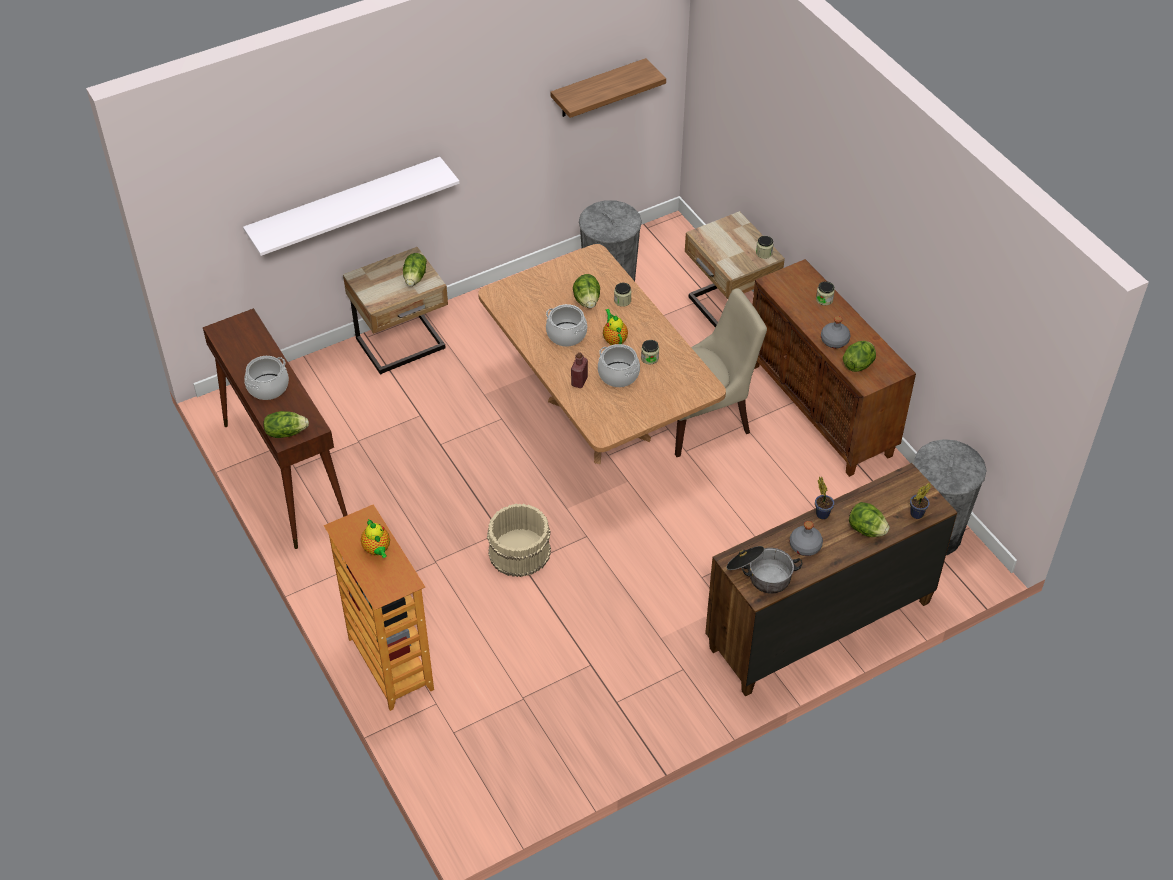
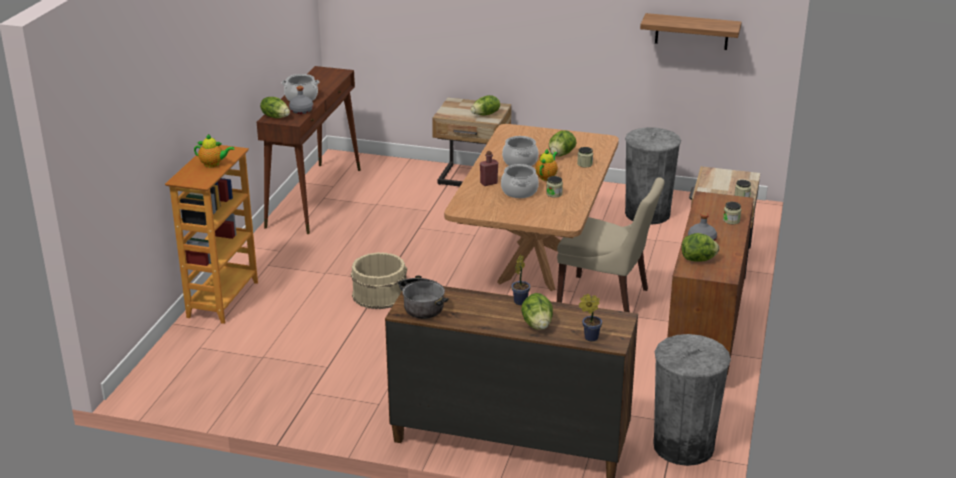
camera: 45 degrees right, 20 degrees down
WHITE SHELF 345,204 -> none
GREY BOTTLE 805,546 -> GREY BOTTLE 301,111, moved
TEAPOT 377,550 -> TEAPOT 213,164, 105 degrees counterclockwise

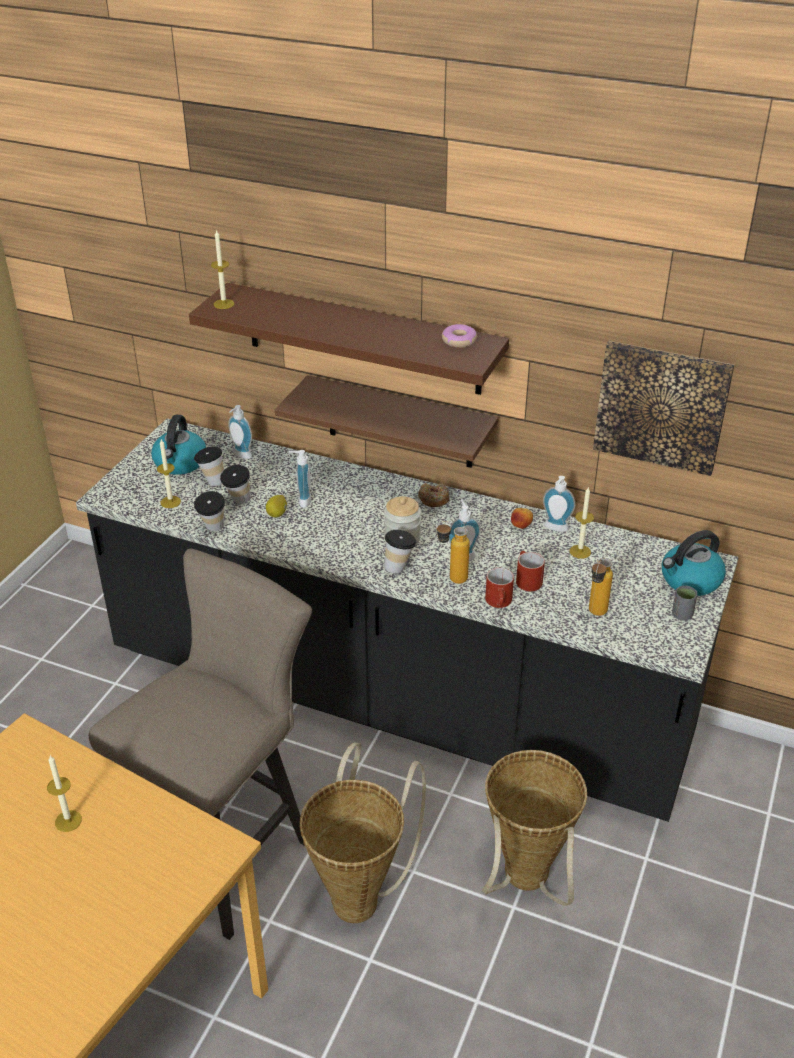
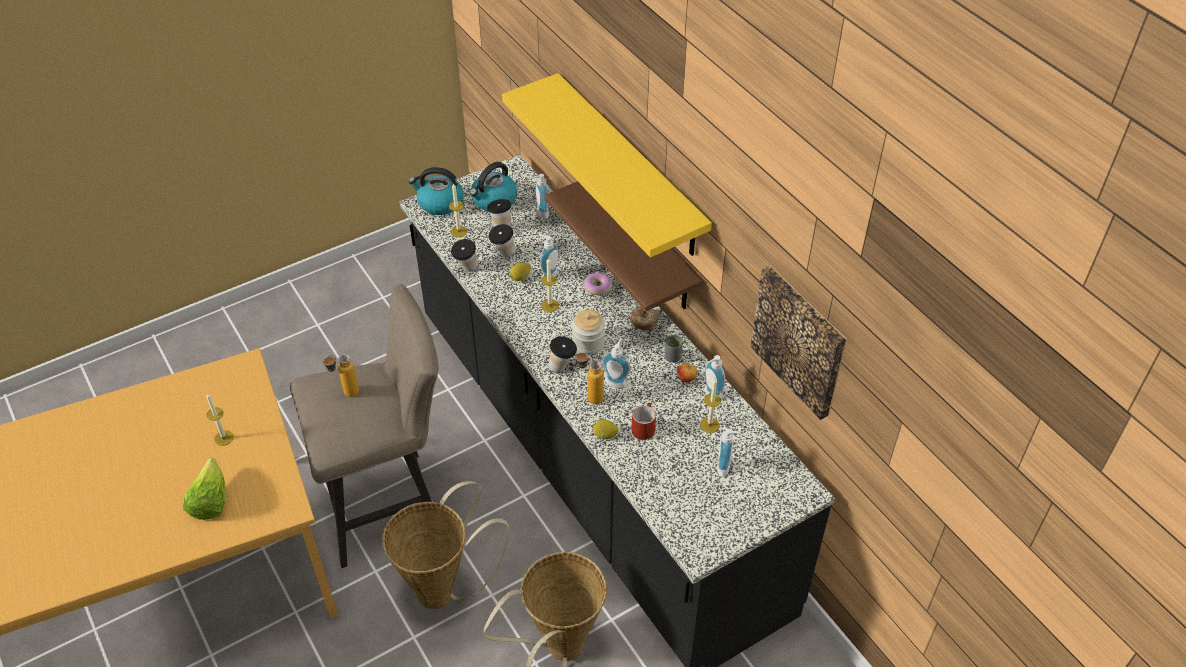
camera: 35 degrees right, 10 degrees up
none -> LETTUCE 210,501
none -> SOAP DISPENSER 726,467
CANDLE 224,304 -> CANDLE 550,305, moved
DONUT 459,341 -> DONUT 597,287, moved
BOTTLE 595,615 -> BOTTLE 345,394, moved
KETTLE 690,580 -> KETTLE 439,203, moved
GREY CUP 681,615 -> GREY CUP 672,357, moved
RED MUG 500,603 -> LEMON 605,435
BROWN SHELF 363,339 -> YELLOW SHELF 629,166

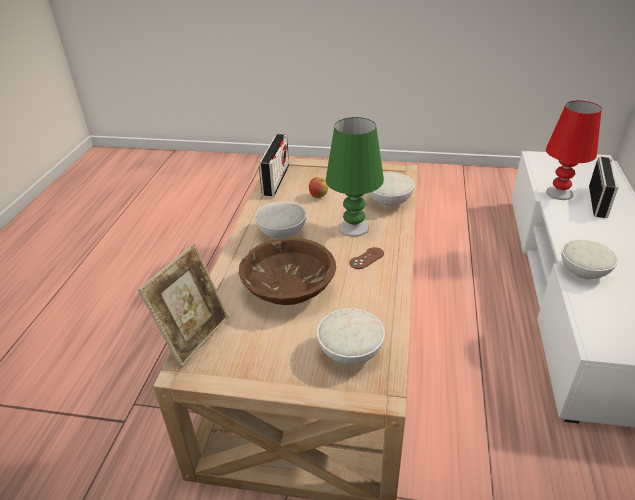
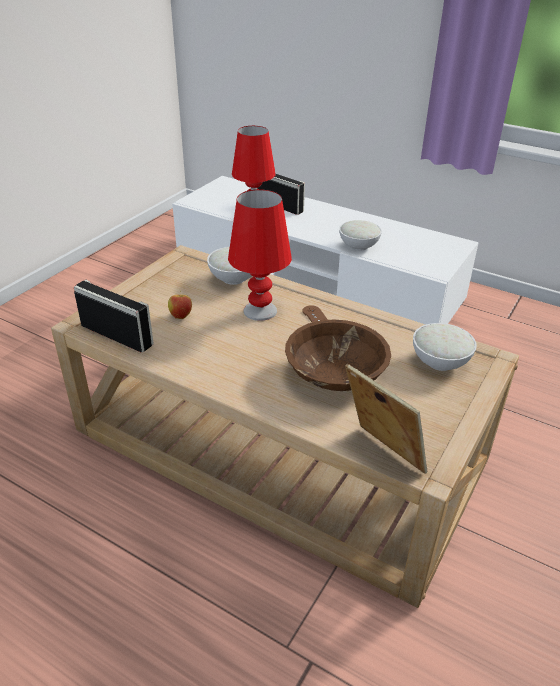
camera: 70 degrees left, 0 degrees up
WHITE BOWL 282,233 -> none
GREEN TABLE LAMP 353,227 -> RED TABLE LAMP 259,311

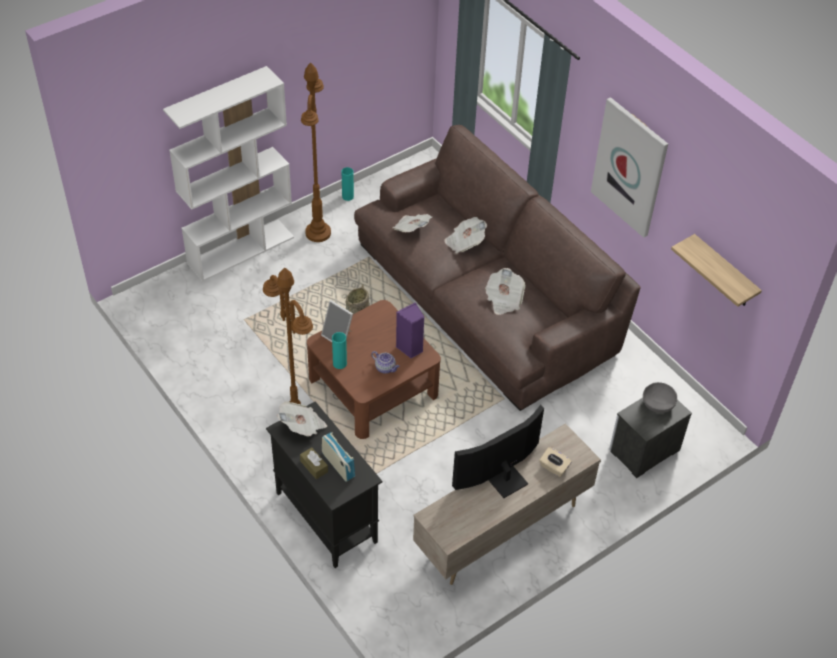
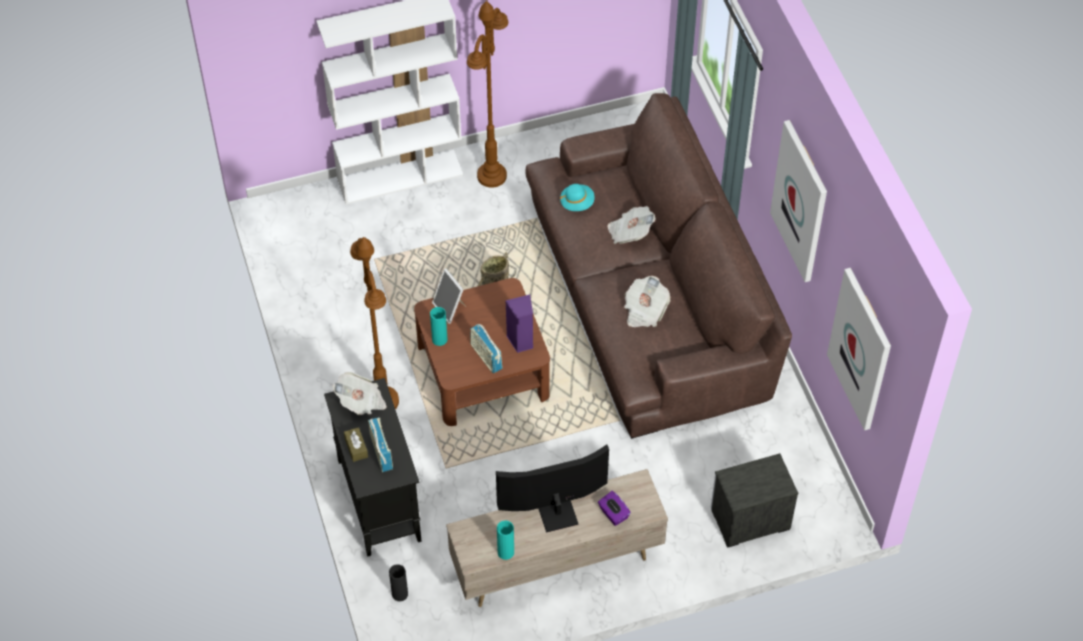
camera: 20 degrees right, 5 degrees up
GREY BOWL 657,404 -> none
none -> BLACK VASE 400,594
TURQUOISE VASE 347,196 -> TURQUOISE VASE 505,552, moved
TEAPOT 385,368 -> RADIO 486,357
NEWSPAPER 411,229 -> TURQUOISE HAT 577,203
SHELF 724,273 -> PICTURE 861,349
BEIGE TISSUE BOX 554,468 -> PURPLE TISSUE BOX 613,514

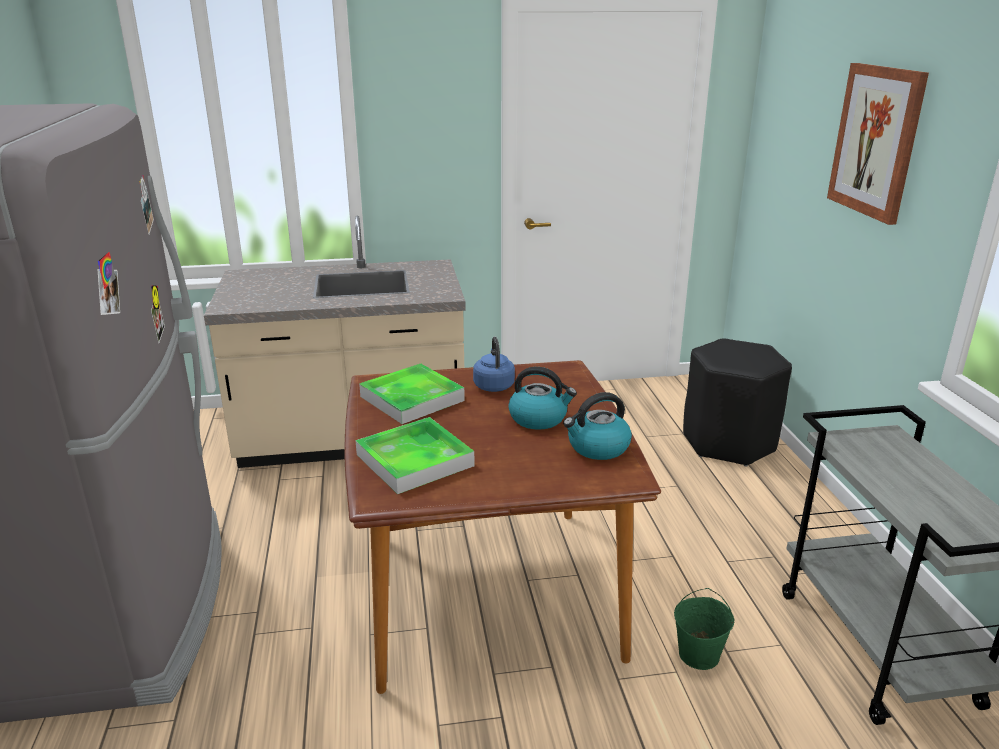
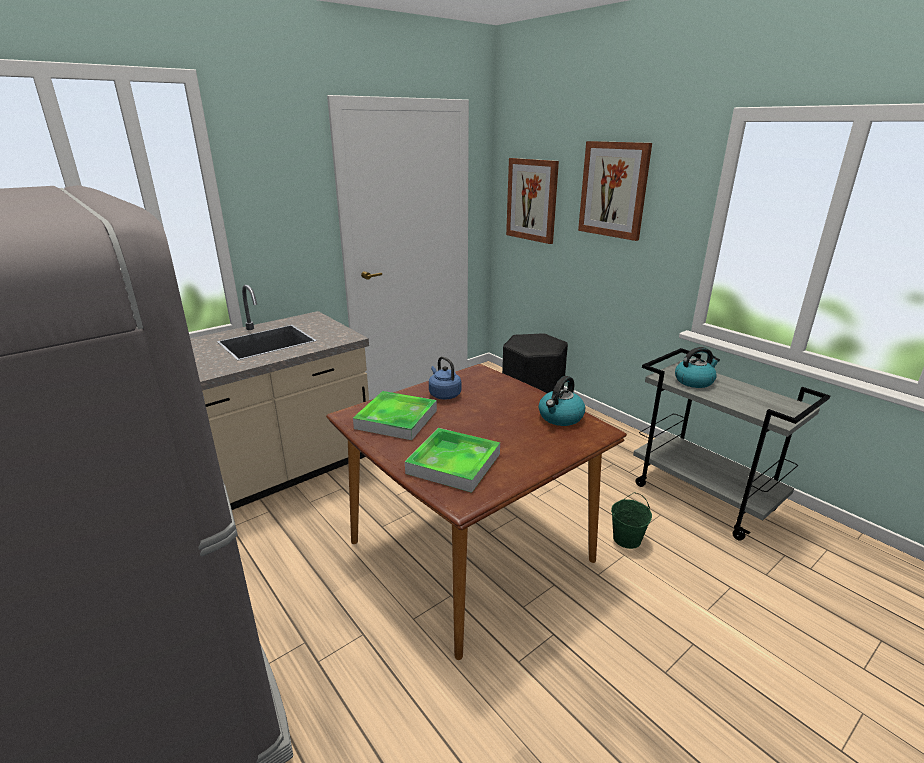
camera: 30 degrees left, 0 degrees up
none -> PICTURE 532,200
KETTLE 539,418 -> KETTLE 694,381, moved

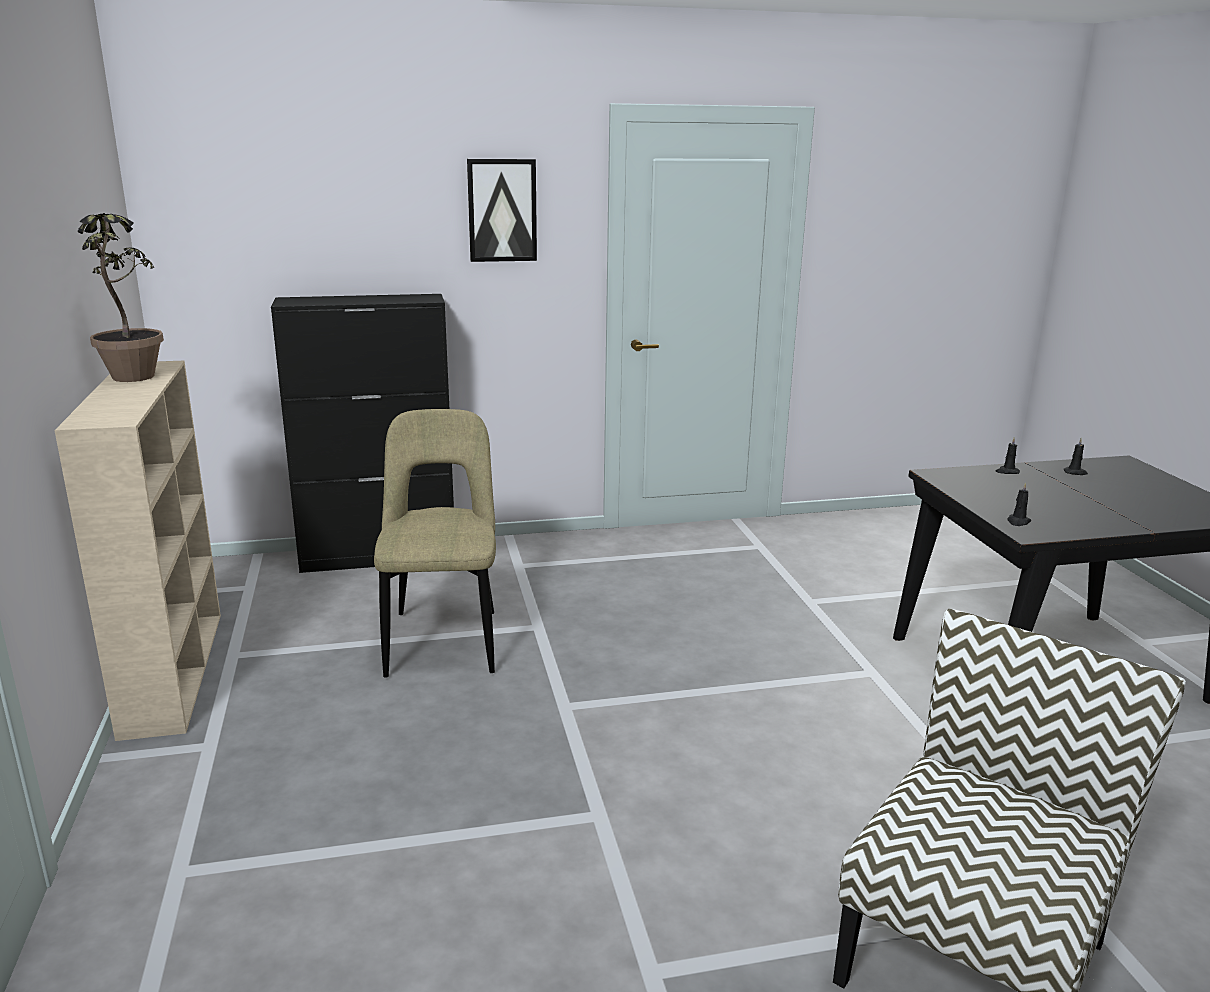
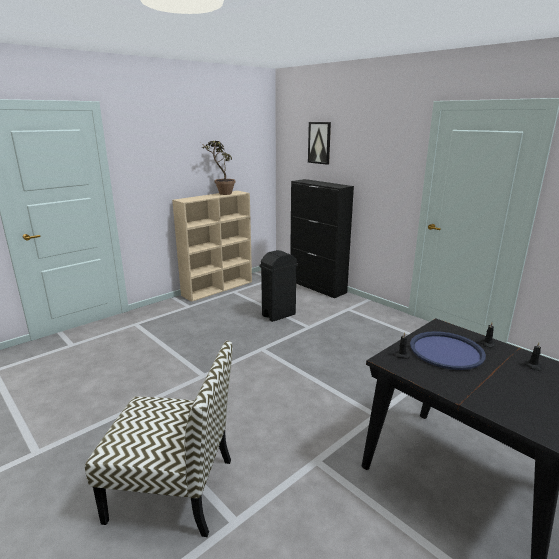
camera: 60 degrees right, 0 degrees up
none -> BLUE TRAY 446,351
PICTURE 502,210 -> PICTURE 319,143, moved
BEIGE CHAIR 444,639 -> BLACK TRASH CAN 279,315

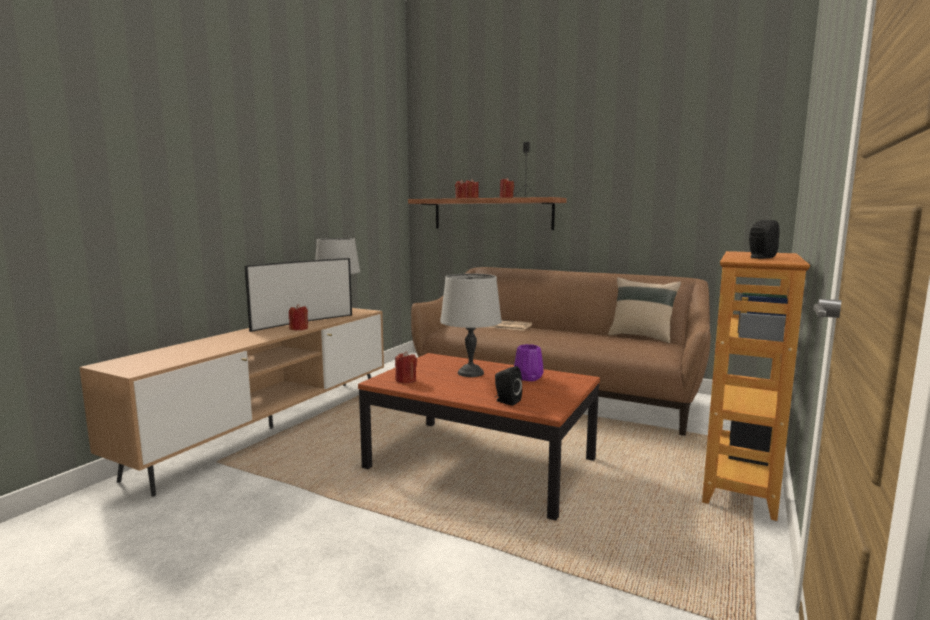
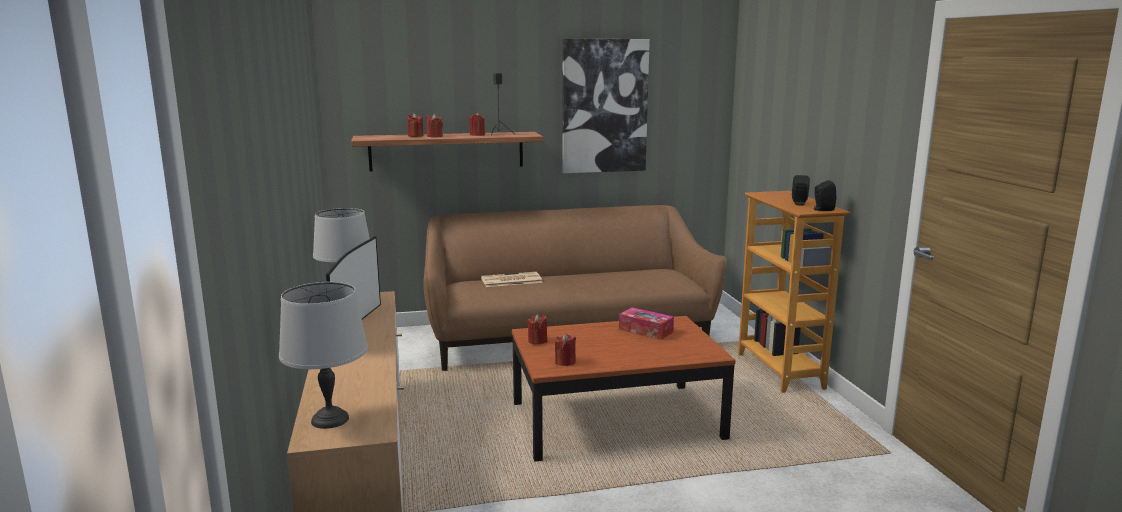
camera: 40 degrees left, 5 degrees up
BEIGE PILLOW 641,337 -> none
none -> PICTURE 604,106
RED CANDLE 299,329 -> RED CANDLE 537,341, moved
GREY TABLE LAMP 471,373 -> GREY TABLE LAMP 331,419, moved
BLACK SPEAKER 506,401 -> BLACK SPEAKER 822,209, moved
PURPLE VASE 529,378 -> TISSUE BOX 645,330

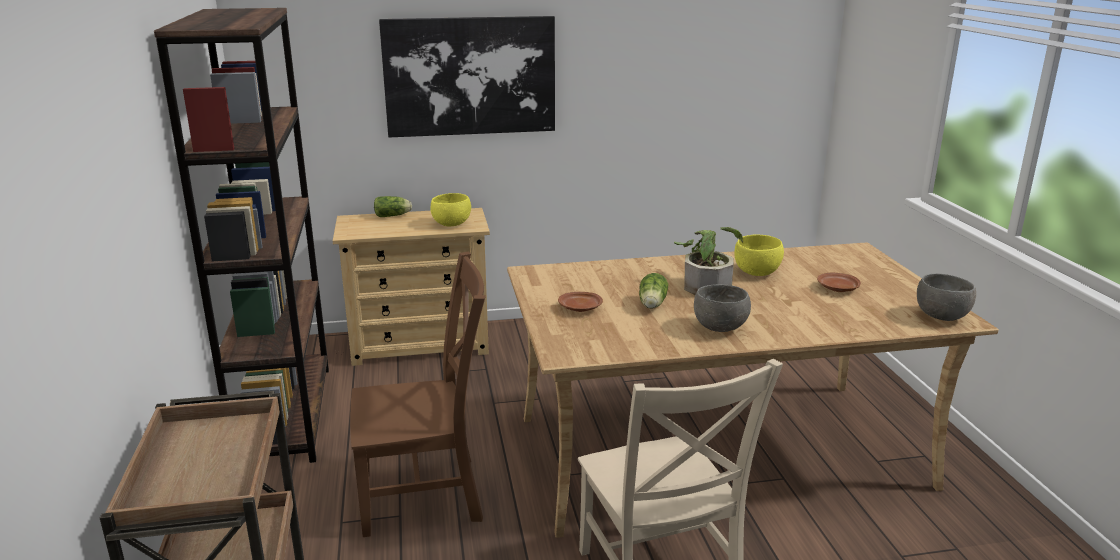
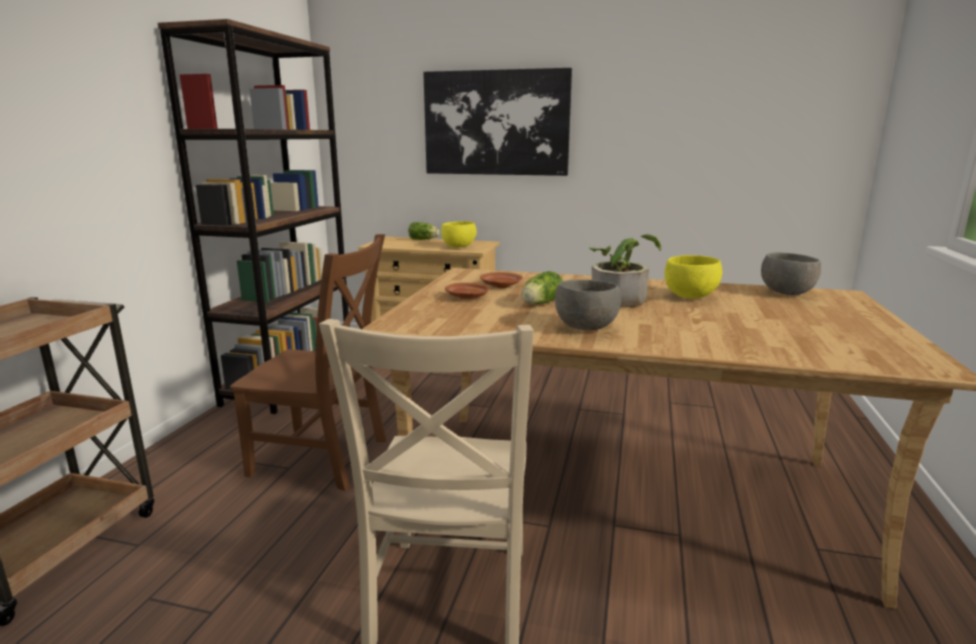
camera: 25 degrees right, 5 degrees down
BROWN PLATE 837,289 -> BROWN PLATE 500,286, moved
GREY BOWL 942,317 -> GREY BOWL 787,293, moved

